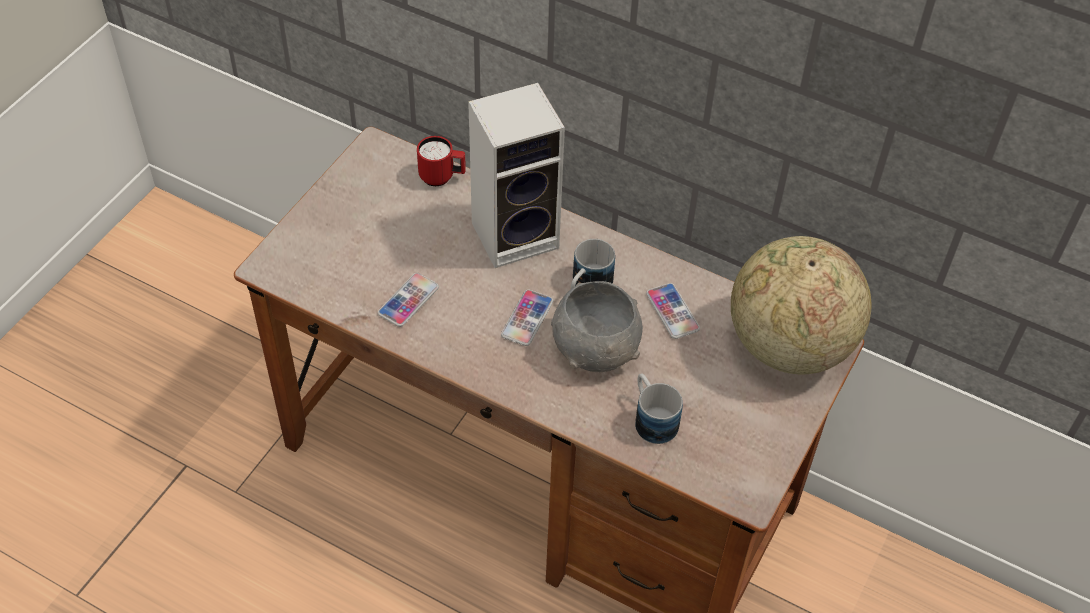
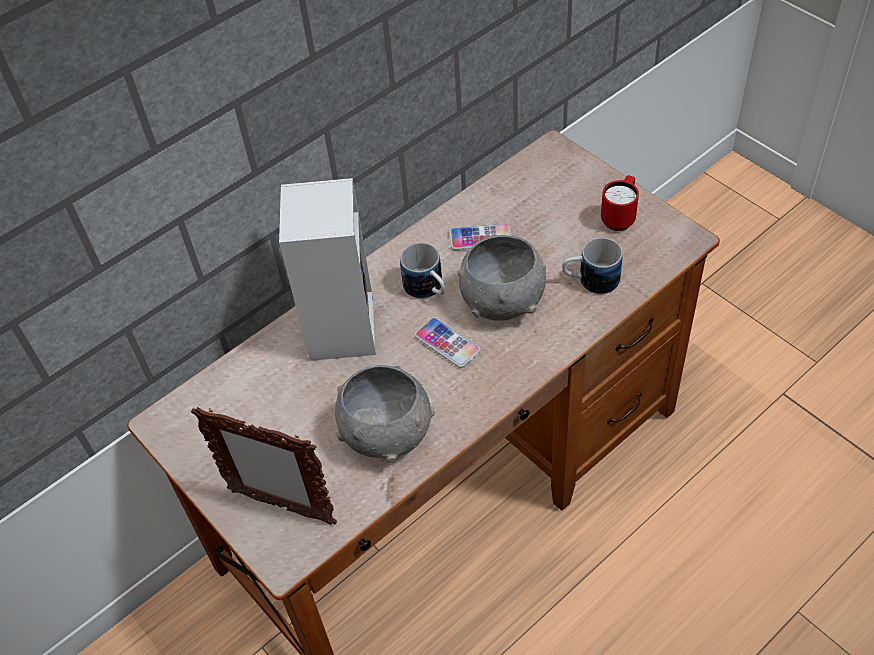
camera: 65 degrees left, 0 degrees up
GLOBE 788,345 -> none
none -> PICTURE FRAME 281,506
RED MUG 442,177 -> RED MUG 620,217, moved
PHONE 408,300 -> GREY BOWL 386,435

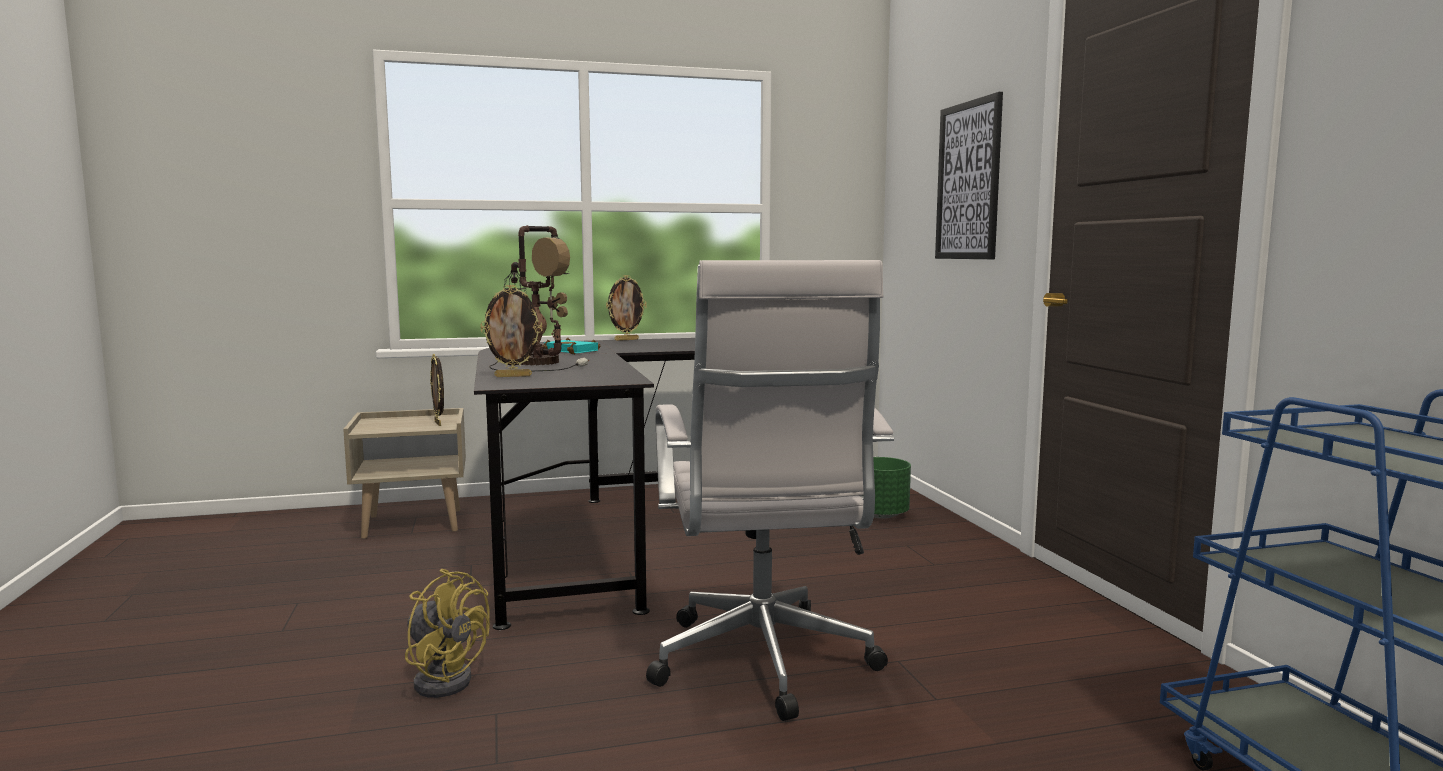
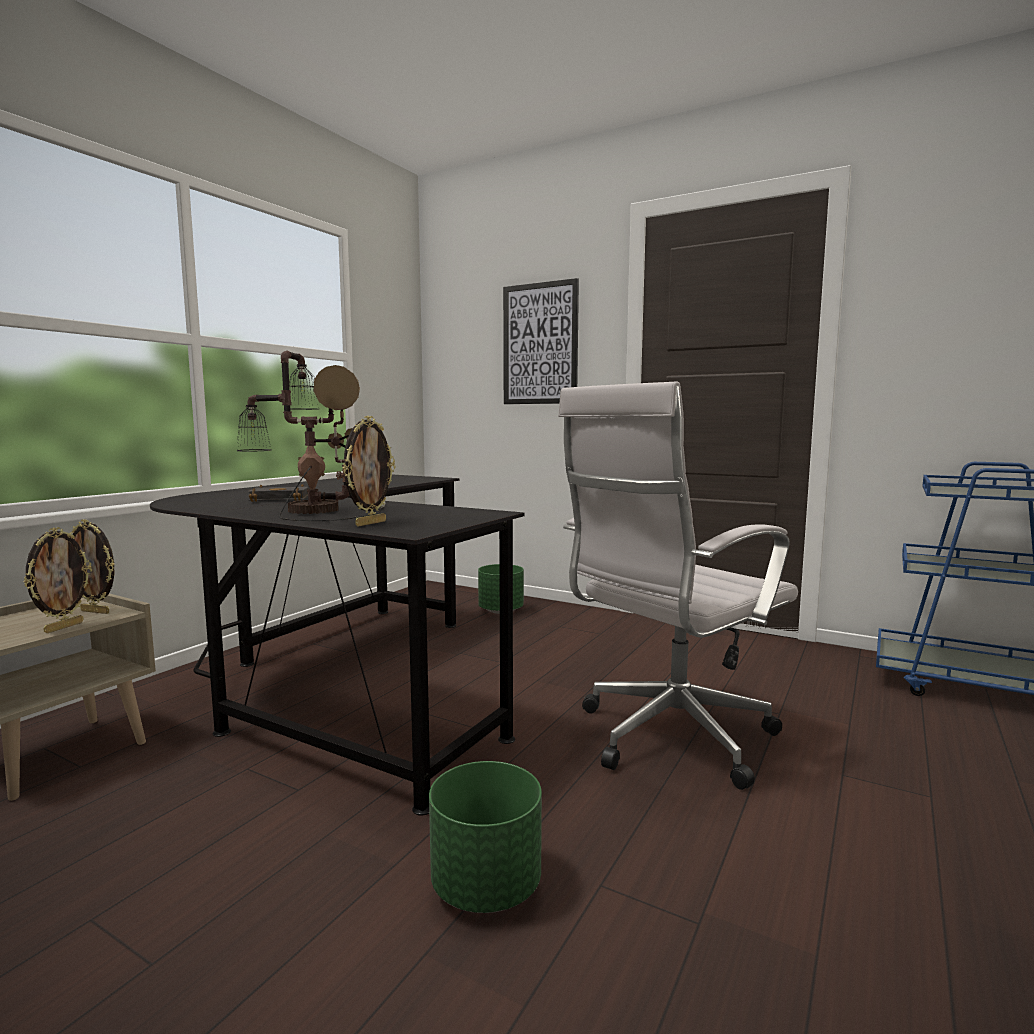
camera: 45 degrees left, 0 degrees up
PICTURE FRAME 626,340 -> PICTURE FRAME 63,627, moved
YELLOW FAN 444,678 -> GREEN PLANTER 485,886
TURQUOISE BOOK 573,351 -> BLACK BOOK 281,498
WHITE OFFICE CHAIR 764,666 -> WHITE OFFICE CHAIR 668,739, 105 degrees clockwise

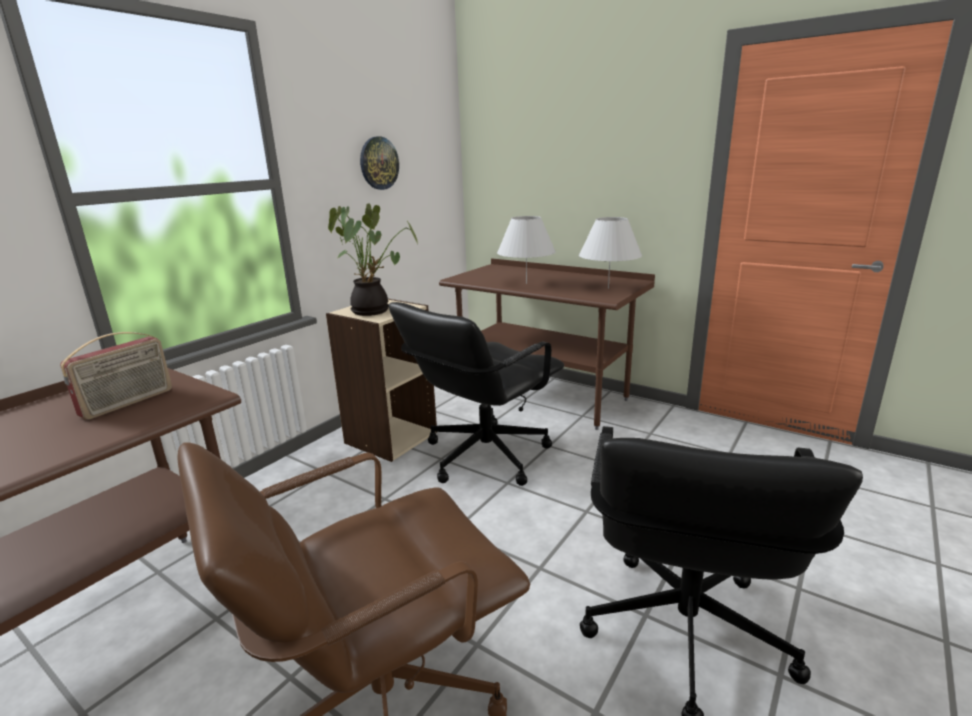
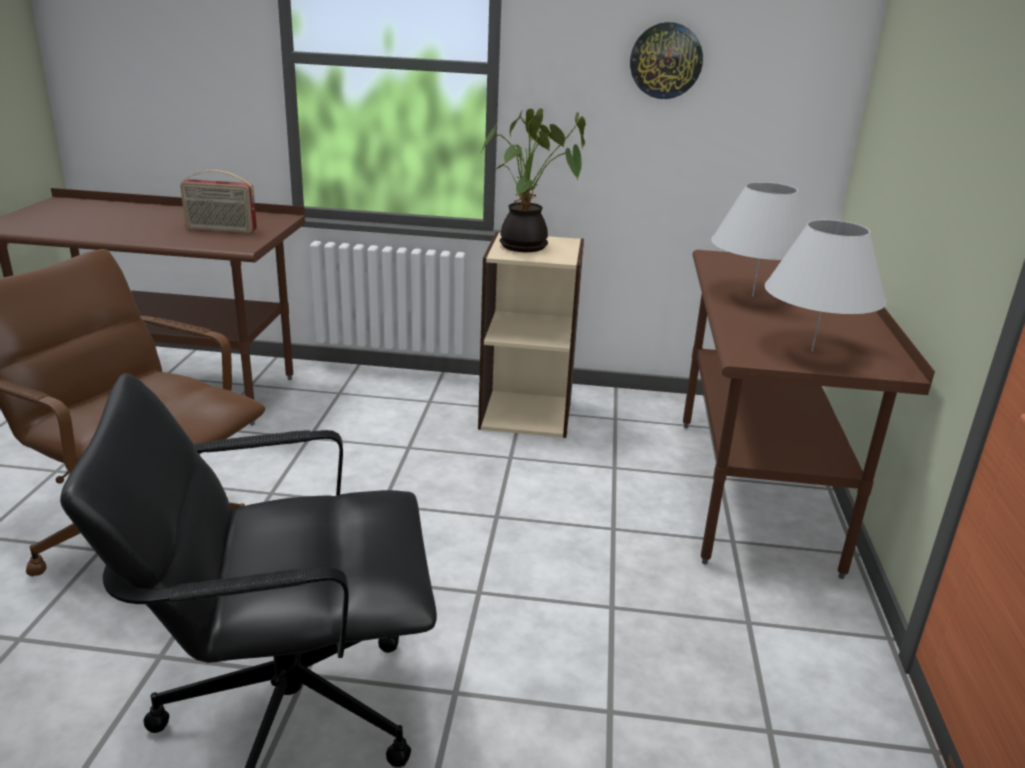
camera: 60 degrees right, 5 degrees up
BLACK OFFICE CHAIR 484,455 -> none

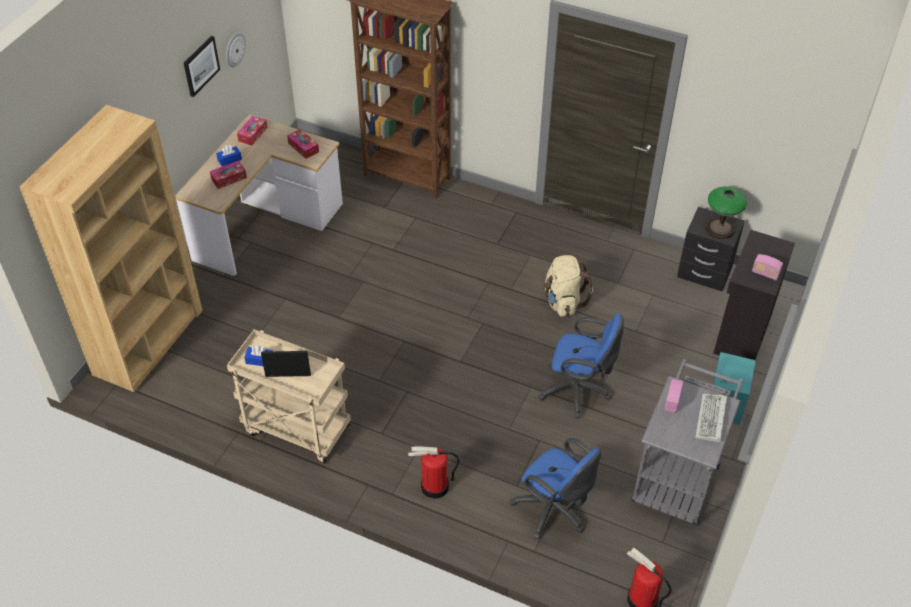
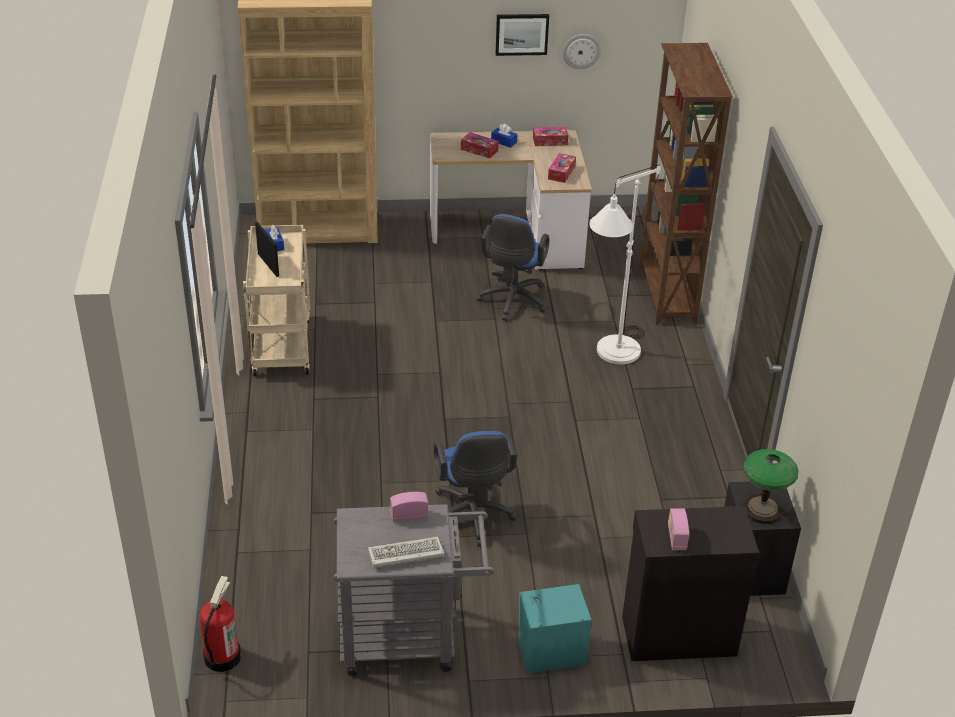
camera: 60 degrees right, 10 degrees down
FIRE EXTINGUISHER 434,487 -> none
BEIGE BACKPACK 563,301 -> none
none -> WHITE FLOOR LAMP 612,357
BLUE OFFICE CHAIR 554,511 -> BLUE OFFICE CHAIR 512,302, moved

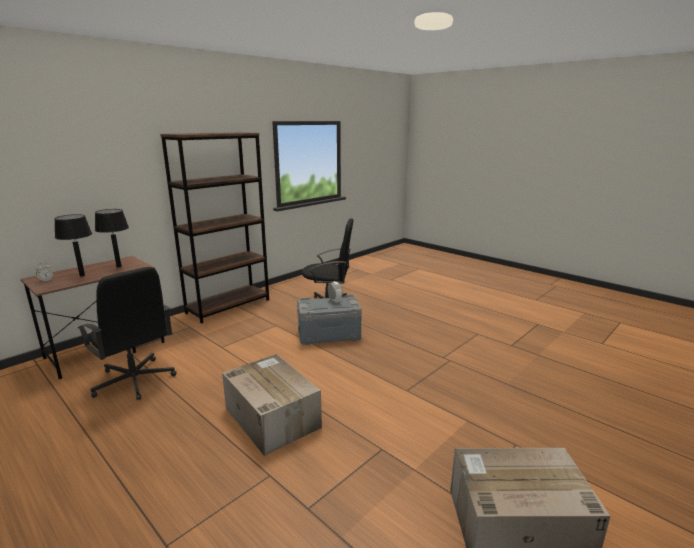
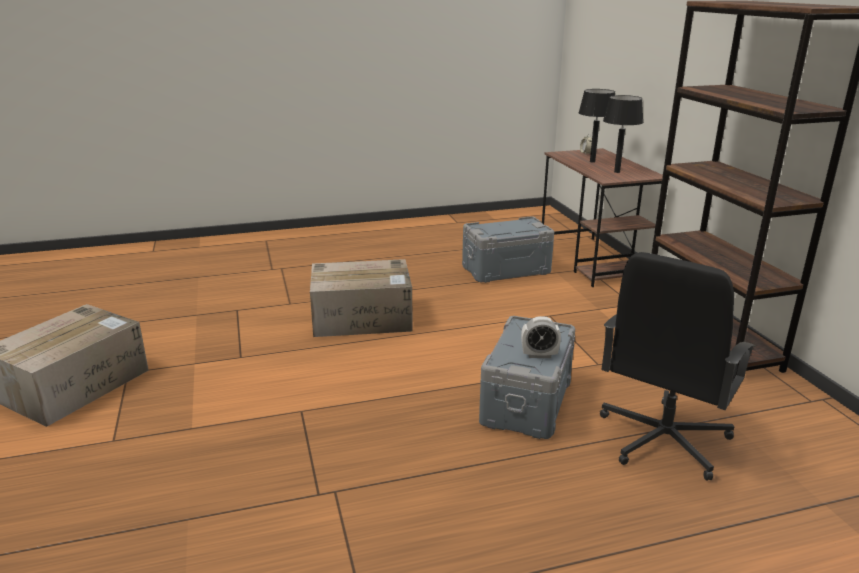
camera: 120 degrees right, 5 degrees up
BLACK OFFICE CHAIR 134,381 -> GREY STORAGE BOX 505,269

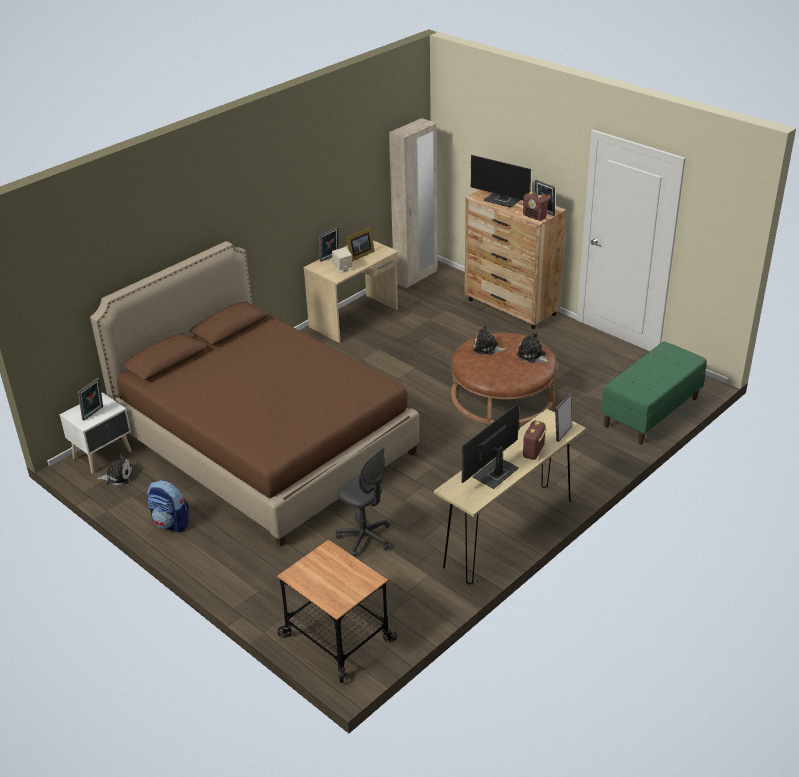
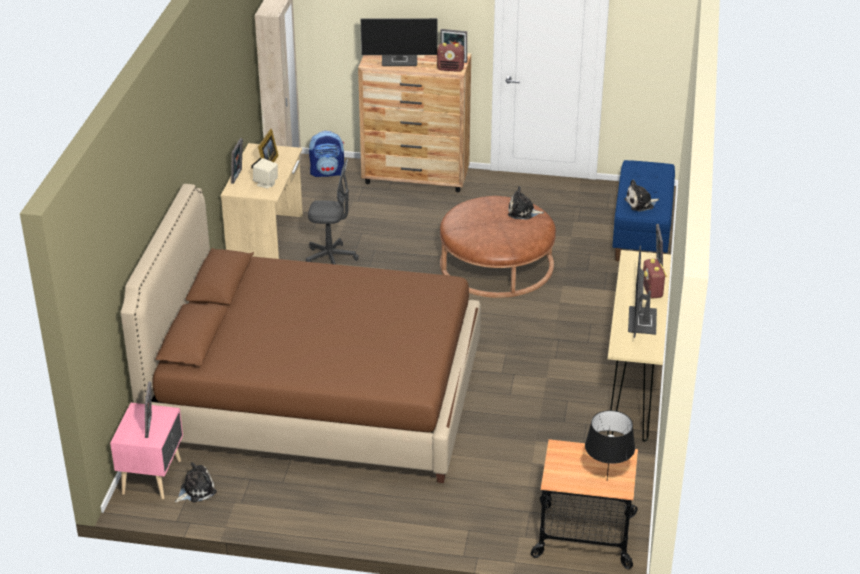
camera: 35 degrees left, 0 degrees up
none -> BLACK TABLE LAMP 607,480
BACKPACK 171,523 -> BACKPACK 327,172, moved
GREY OFFICE CHAIR 365,538 -> GREY OFFICE CHAIR 331,258, moved
PLUSH TOY 487,348 -> PLUSH TOY 641,204, moved
WHITE NIGHTSTAND 103,455 -> PINK NIGHTSTAND 153,476
GREEN BENCH 651,413 -> BLUE BENCH 642,234

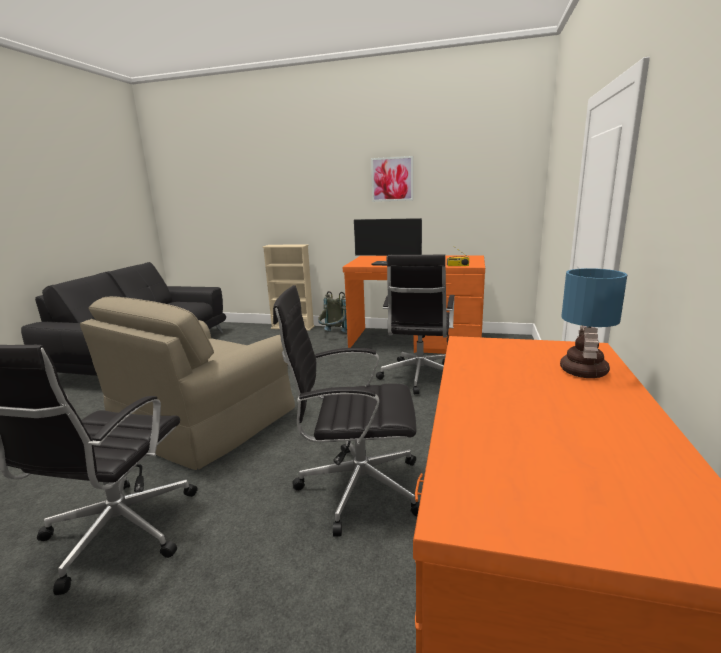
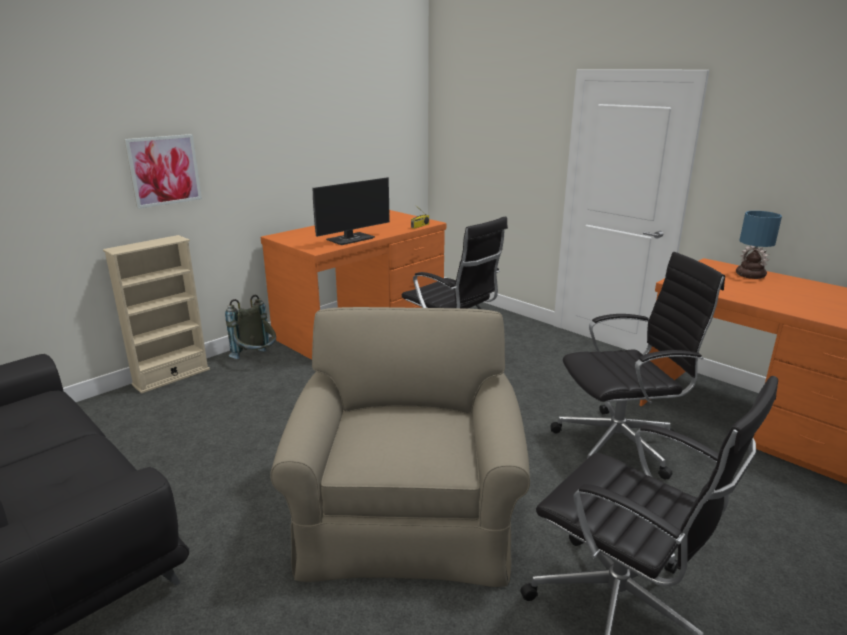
camera: 60 degrees left, 5 degrees up
PICTURE 392,179 -> PICTURE 164,170, moved
BEIGE ARMCHAIR 204,421 -> BEIGE ARMCHAIR 407,509, 150 degrees counterclockwise
BLACK OFFICE CHAIR 356,487 -> BLACK OFFICE CHAIR 620,444, 135 degrees counterclockwise

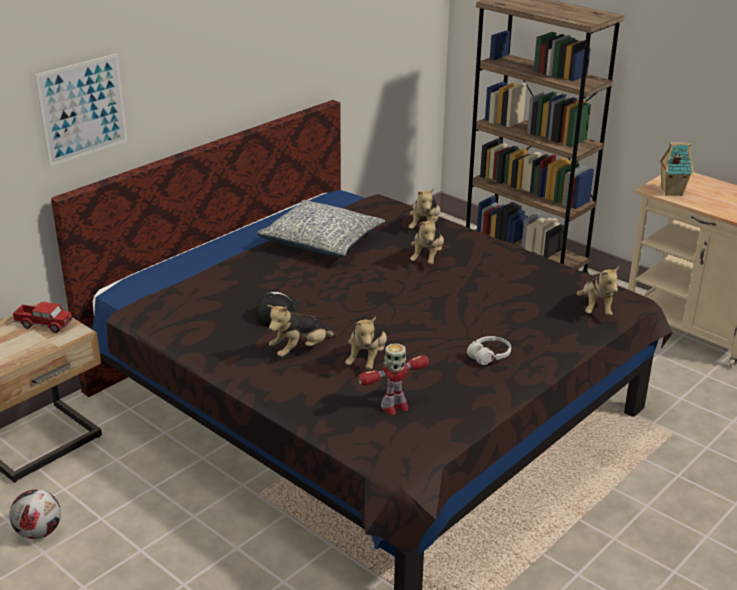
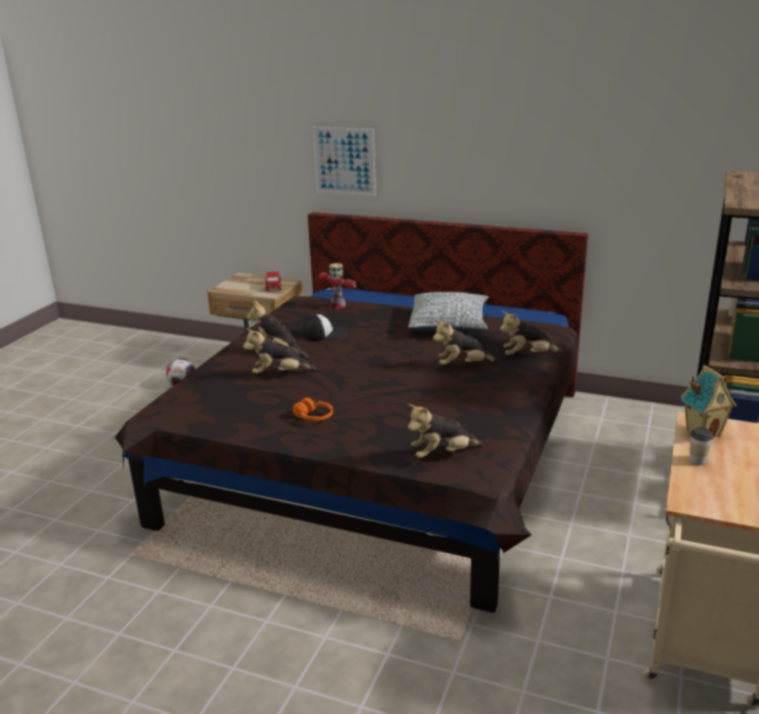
camera: 70 degrees right, 5 degrees down
none -> CUP 697,460
TOY ROBOT 394,407 -> TOY ROBOT 337,306, moved
WHITE HEADPHONES 489,356 -> ORANGE HEADPHONES 314,417

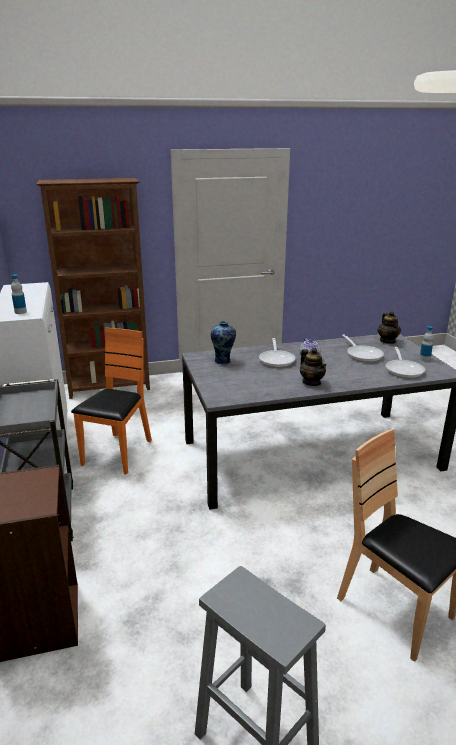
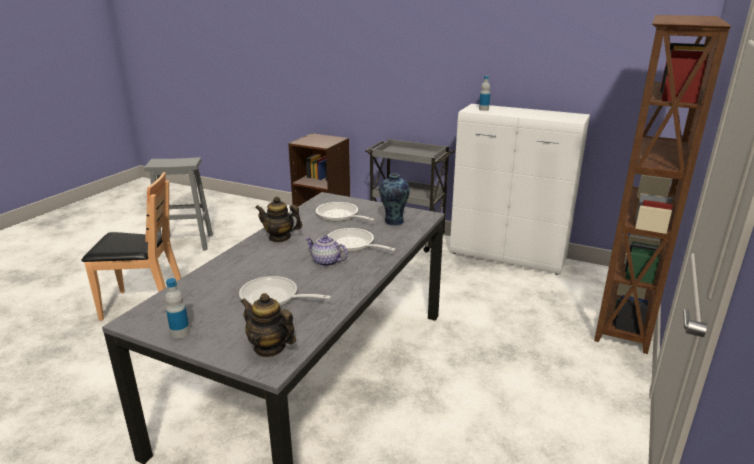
camera: 130 degrees right, 0 degrees up
ORANGE CHAIR 118,453 -> none
FRYING PAN 404,370 -> FRYING PAN 340,216, moved

